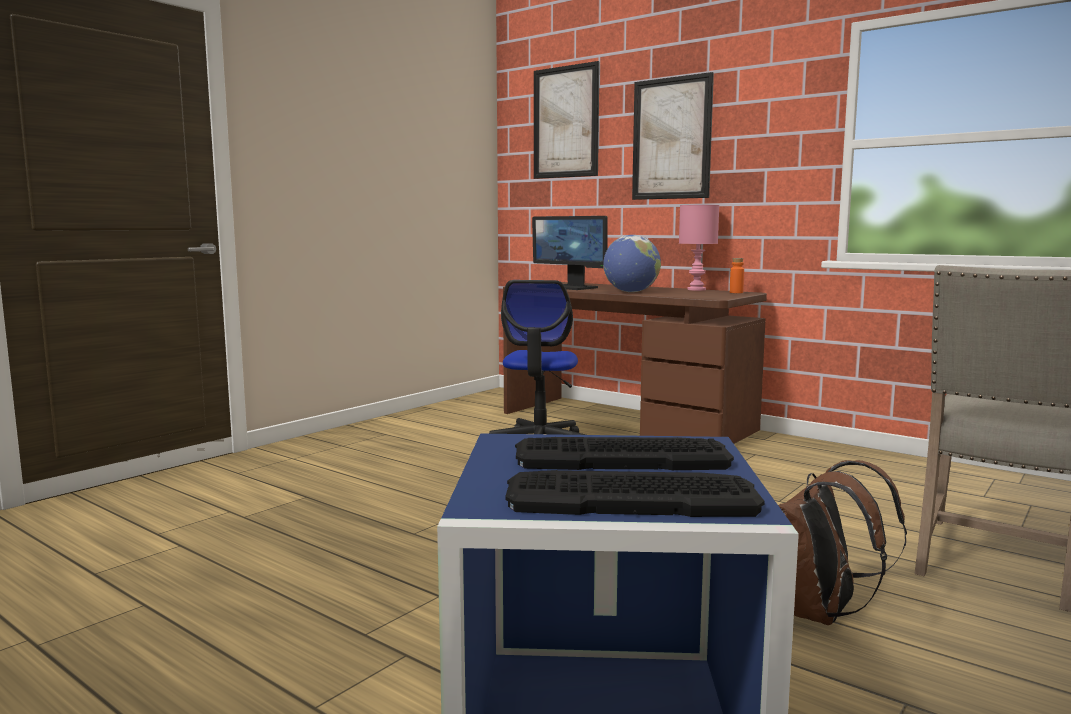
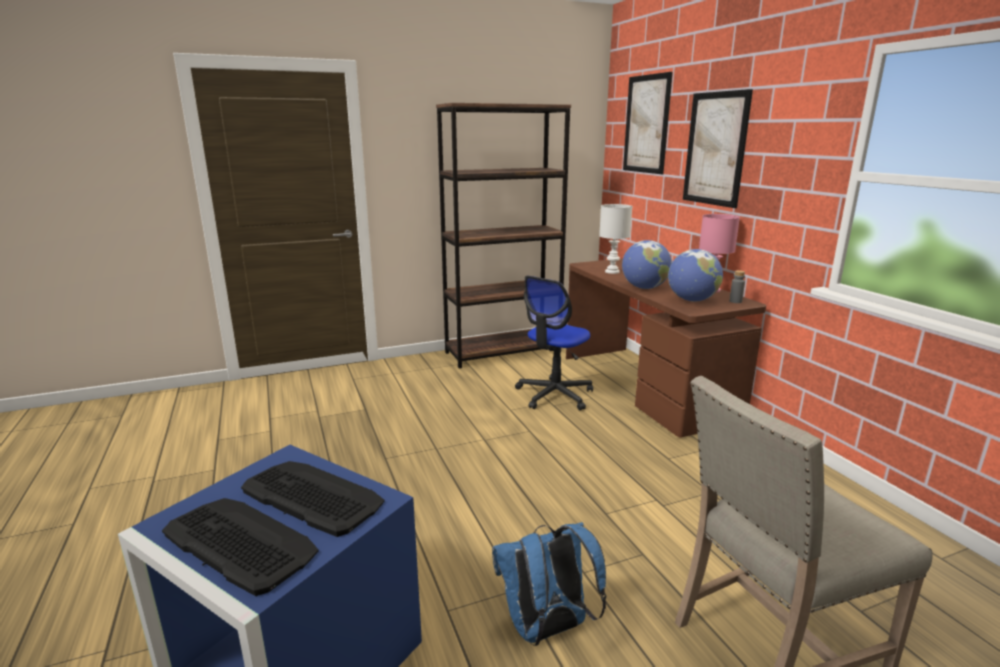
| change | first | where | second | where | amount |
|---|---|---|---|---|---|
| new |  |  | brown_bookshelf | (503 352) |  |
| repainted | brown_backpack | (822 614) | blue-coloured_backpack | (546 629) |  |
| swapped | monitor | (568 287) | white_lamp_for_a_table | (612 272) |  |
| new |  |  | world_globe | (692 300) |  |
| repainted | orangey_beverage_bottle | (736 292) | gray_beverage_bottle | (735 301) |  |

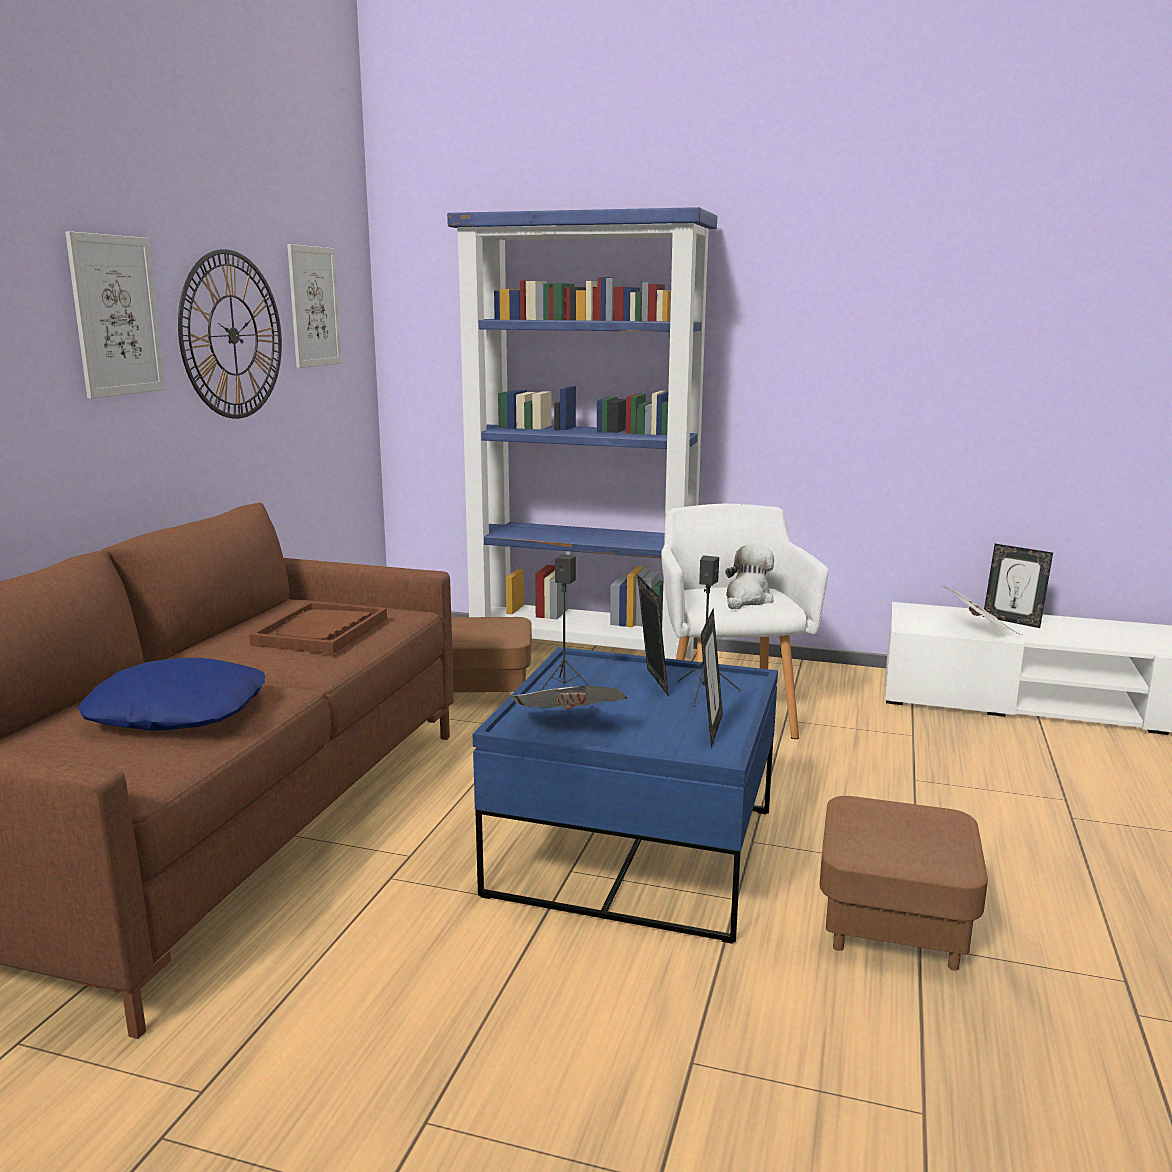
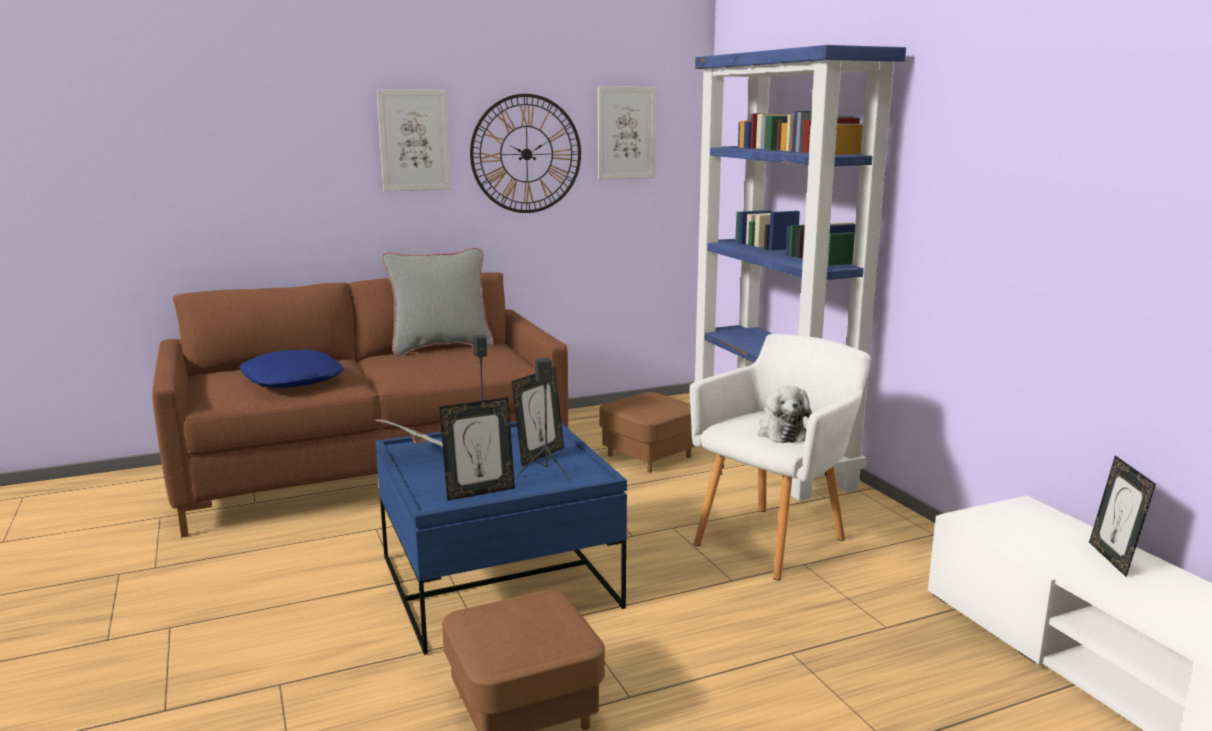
| change | first | where | second | where | amount |
|---|---|---|---|---|---|
| new |  |  | gray_pillow | (441 347) |  |
| rotated | soft_toy | (747 600) |  | (780 433) | 90 degrees clockwise |
| gone | brown_tray | (321 631) |  |  |  |
| gone | newspaper | (978 630) |  |  |  |

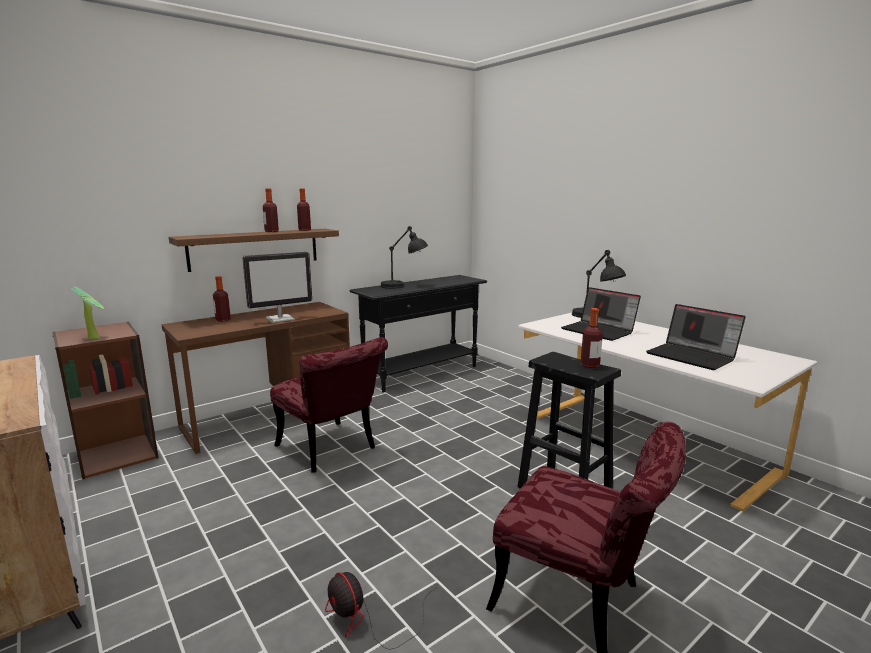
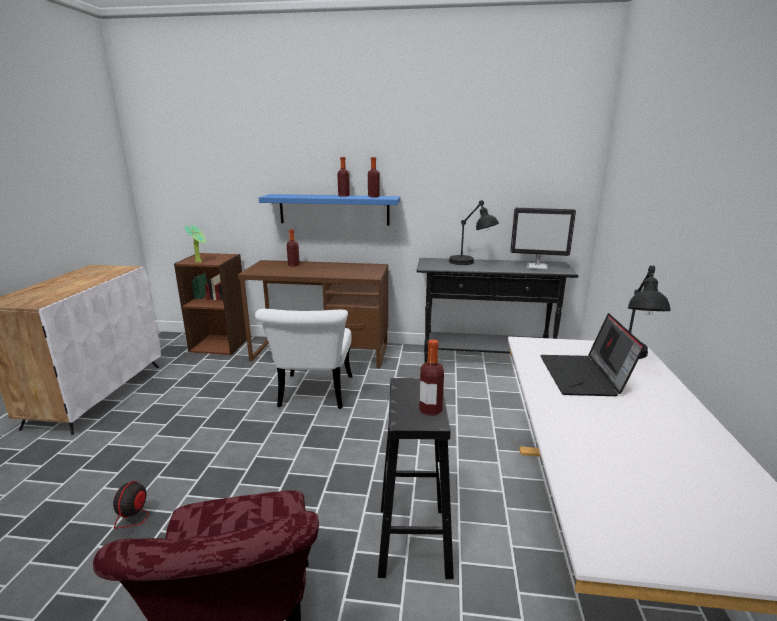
| change | first | where | second | where | amount |
|---|---|---|---|---|---|
| repainted | red_chair | (332 450) | white_chair | (314 396) |  |
| repainted | brown_shelf | (255 249) | blue-coloured_shelf | (334 209) |  |
| shifted | monitor | (281 319) |  | (537 267) |  |
| gone | laptop | (692 356) |  |  |  |

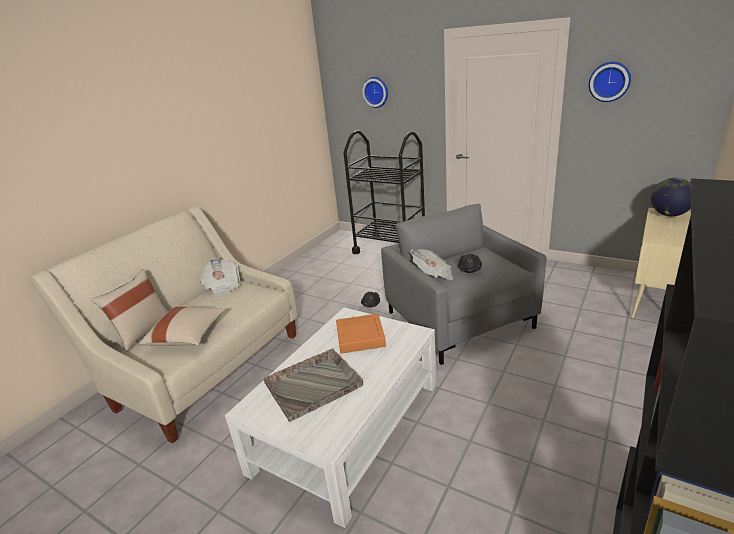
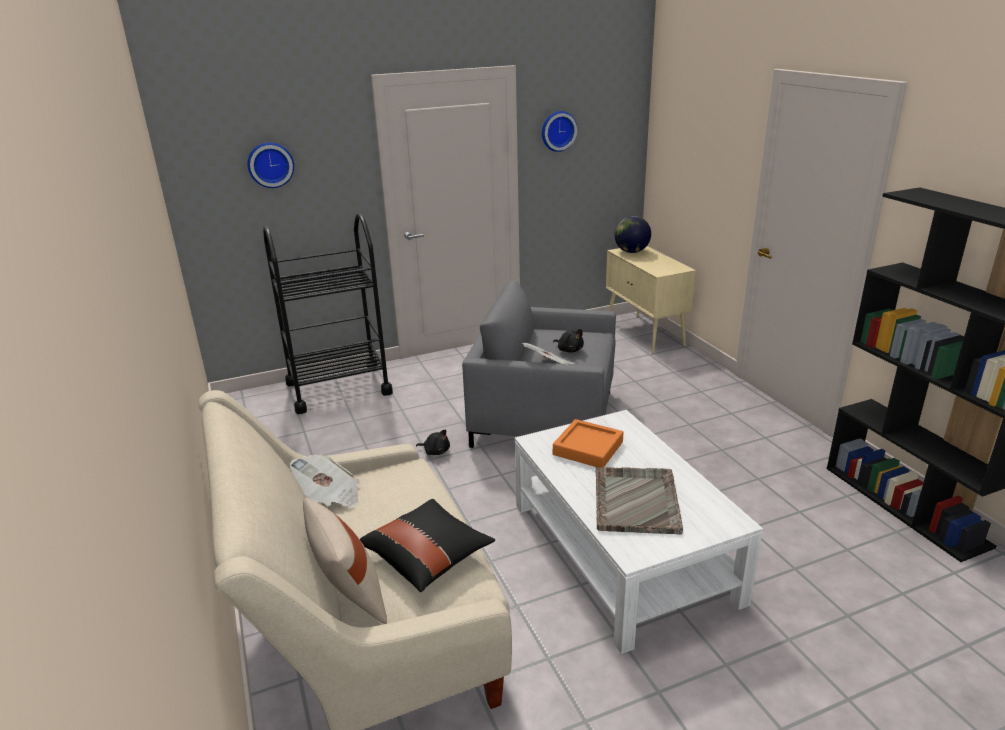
| change | first | where | second | where | amount |
|---|---|---|---|---|---|
| repainted | sand-coloured_pillow | (188 336) | blackish_pillow | (428 557) |  |

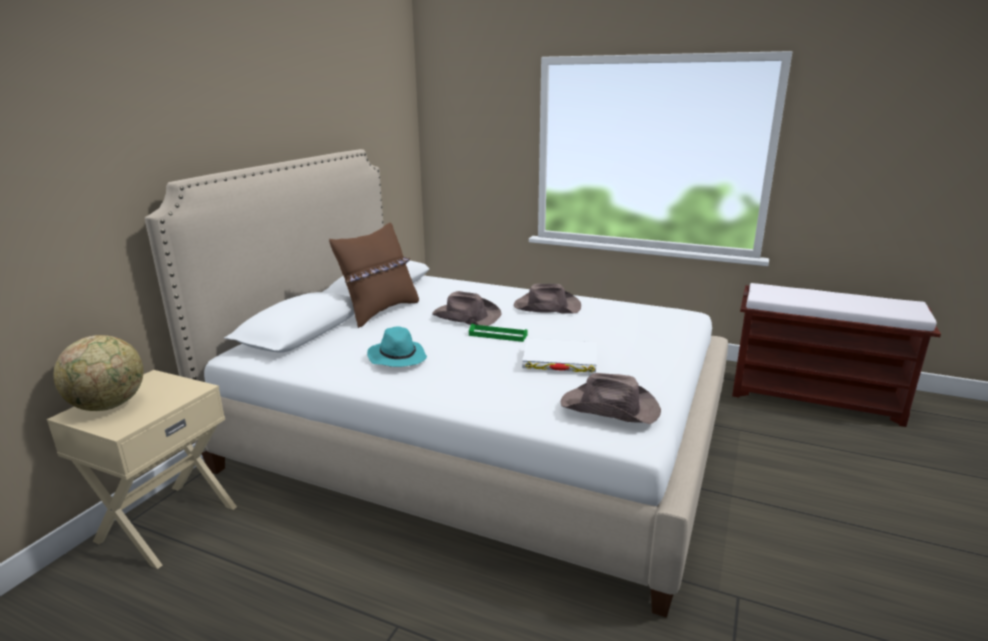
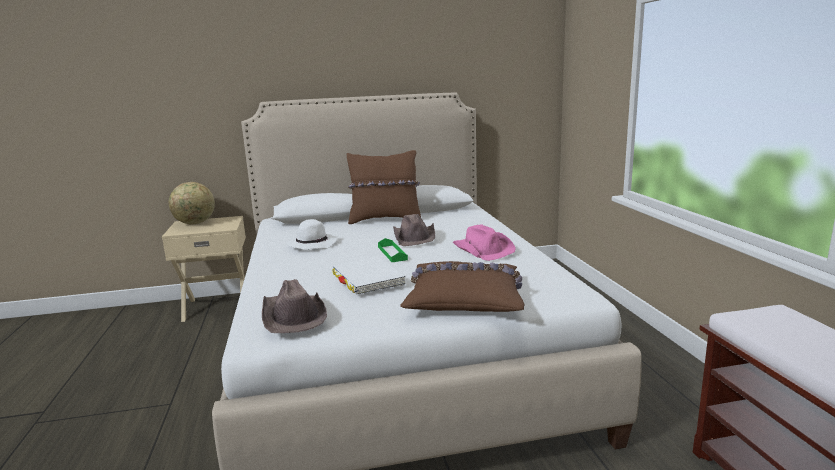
| change | first | where | second | where | amount |
|---|---|---|---|---|---|
| repainted | blue-green_clothing_hat | (397 358) | white_clothing_hat | (312 244) |  |
| new |  |  | brown_pillow | (465 298) |  |
| repainted | brown_clothing_hat | (546 307) | pink_clothing_hat | (483 249) |  |

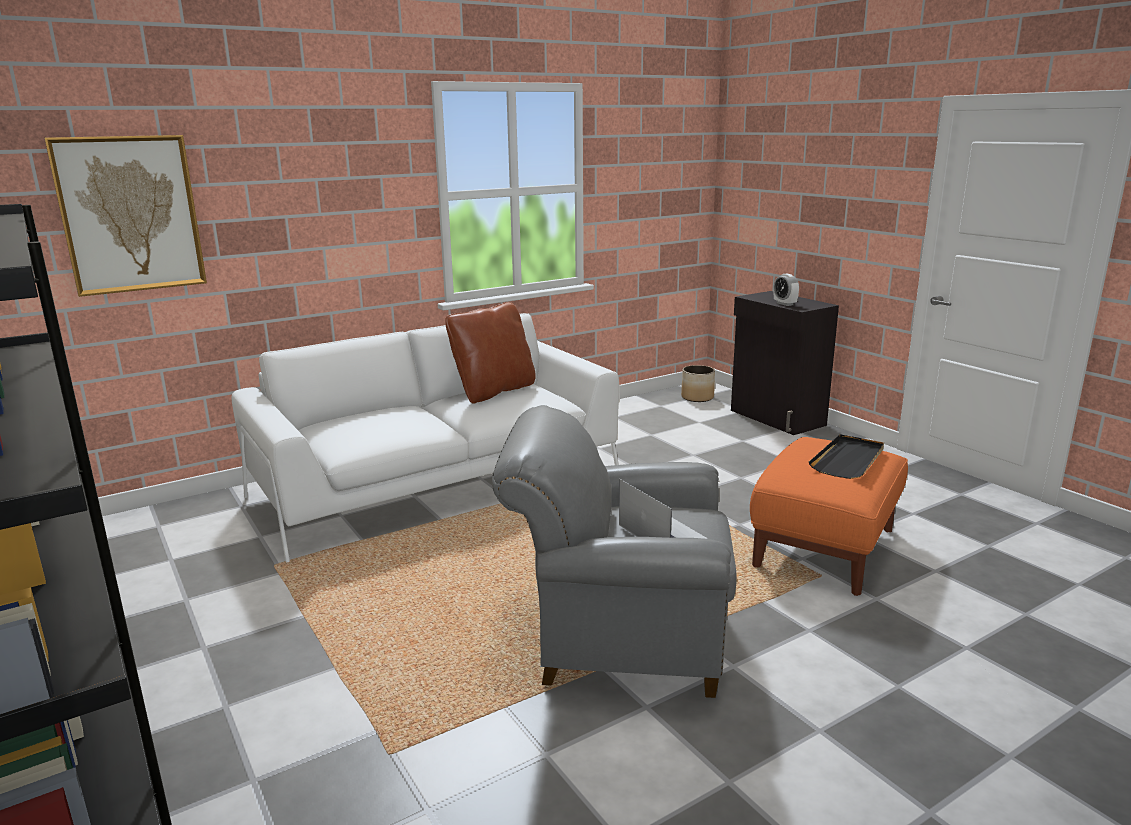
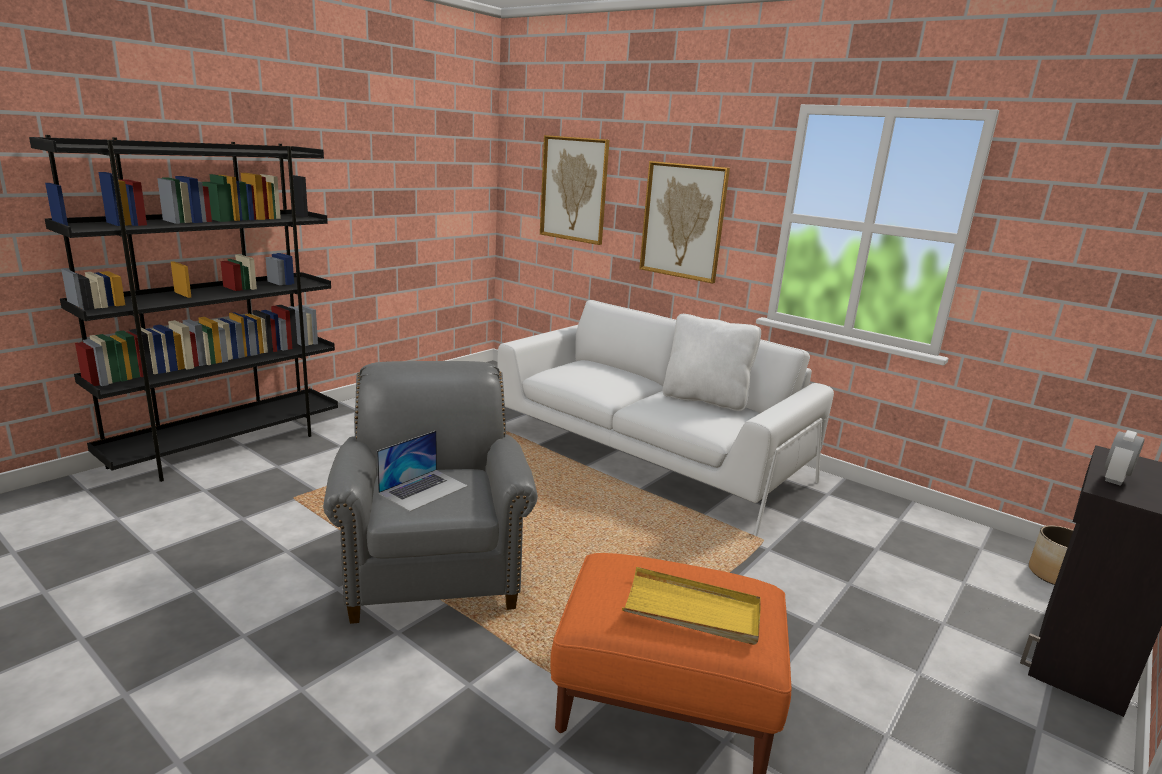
| change | first | where | second | where | amount |
|---|---|---|---|---|---|
| repainted | blackish_tray | (848 460) | yellow_tray | (692 610) |  |
| new |  |  | picture | (683 221) |  |
| repainted | brown_pillow | (494 391) | white_pillow | (705 399) |  |

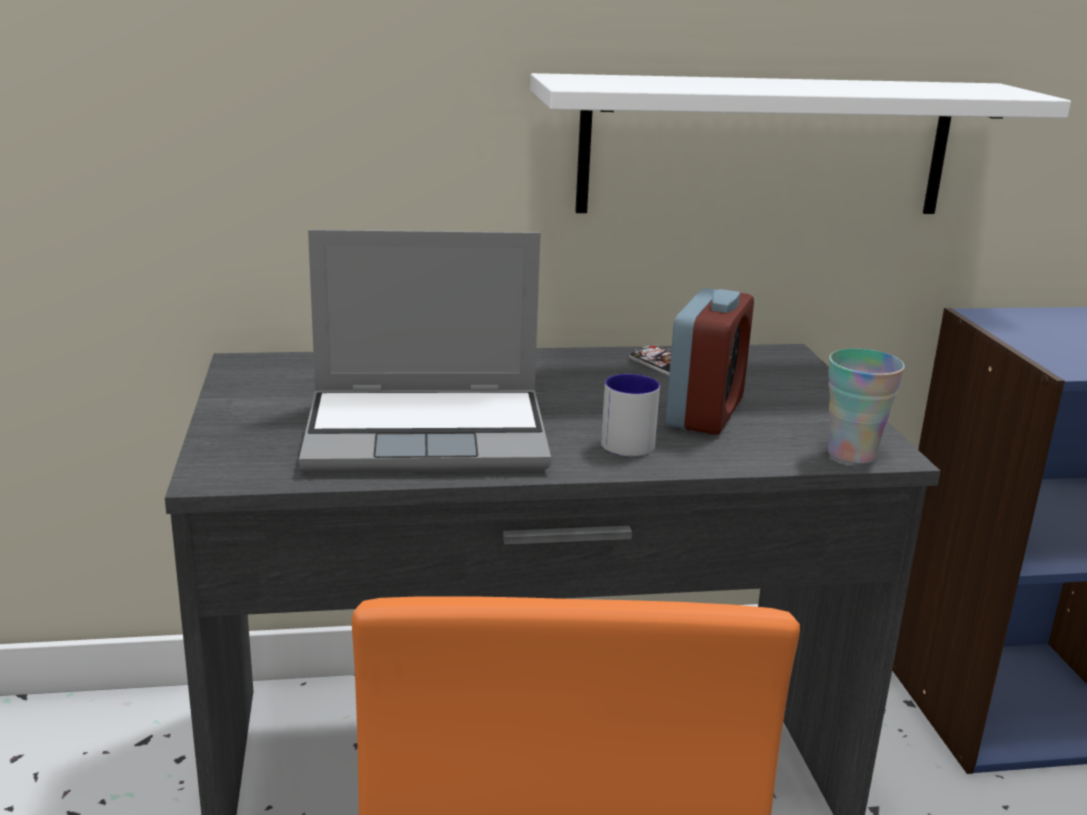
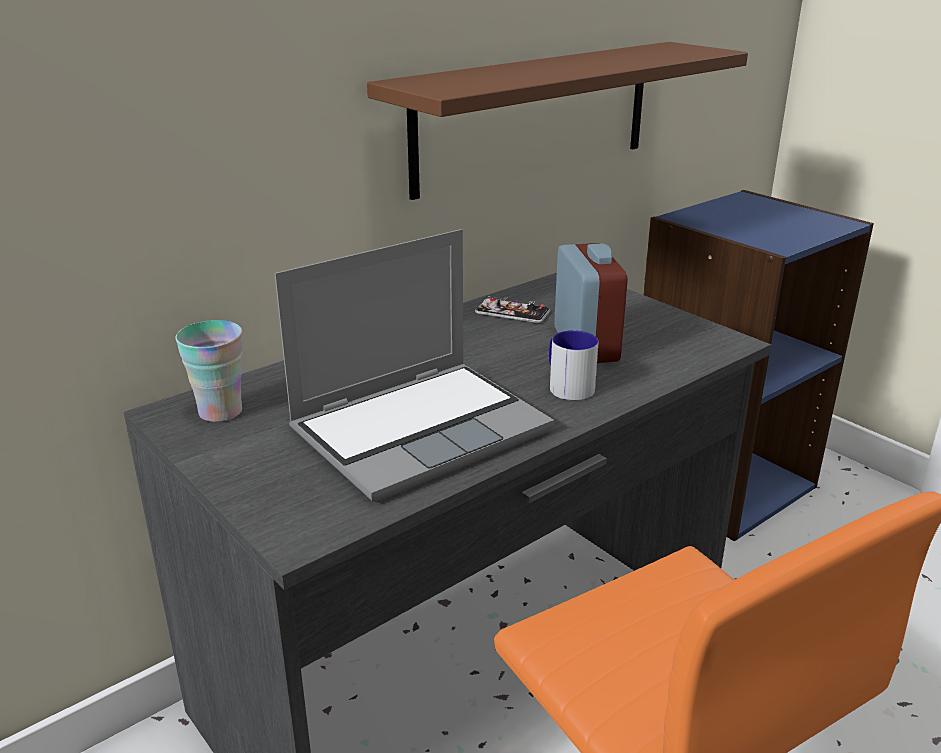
| change | first | where | second | where | amount |
|---|---|---|---|---|---|
| shifted | drinking_cup | (852 454) |  | (220 412) |  |
| repainted | white_shelf | (765 147) | brown_shelf | (535 116) |  |

